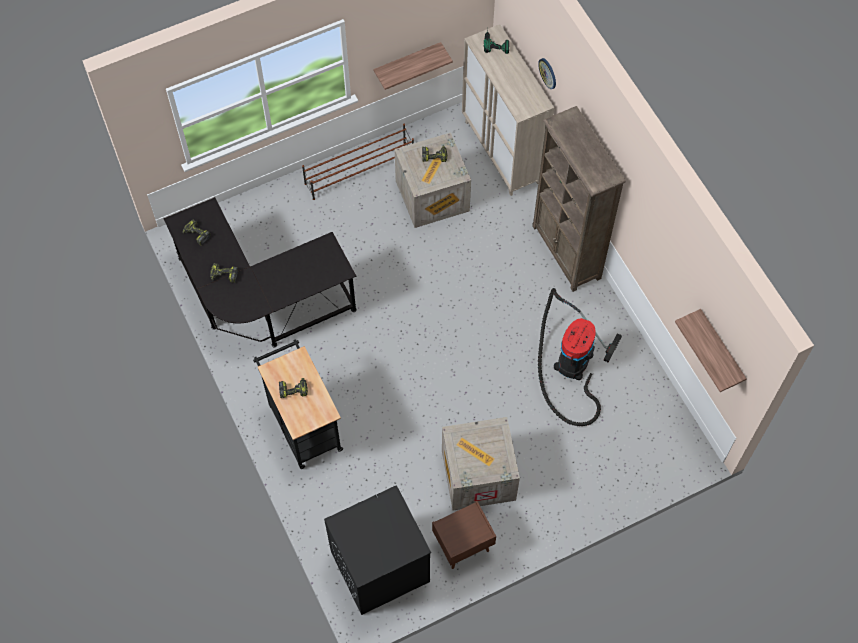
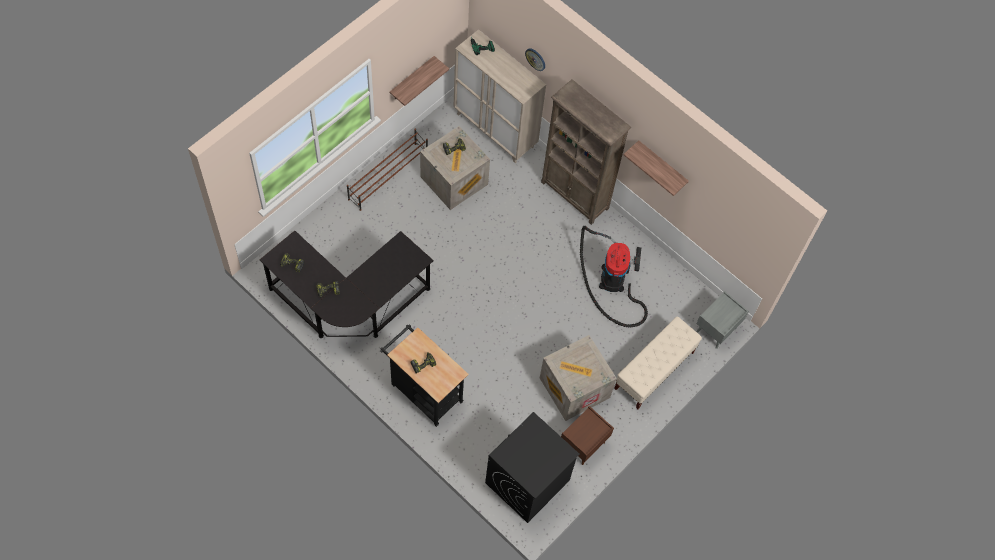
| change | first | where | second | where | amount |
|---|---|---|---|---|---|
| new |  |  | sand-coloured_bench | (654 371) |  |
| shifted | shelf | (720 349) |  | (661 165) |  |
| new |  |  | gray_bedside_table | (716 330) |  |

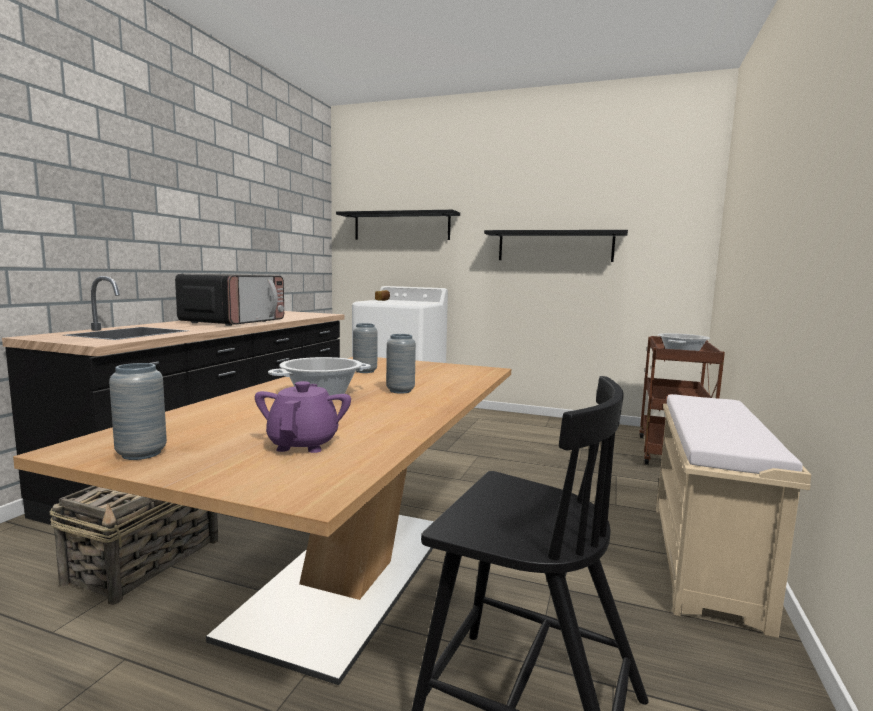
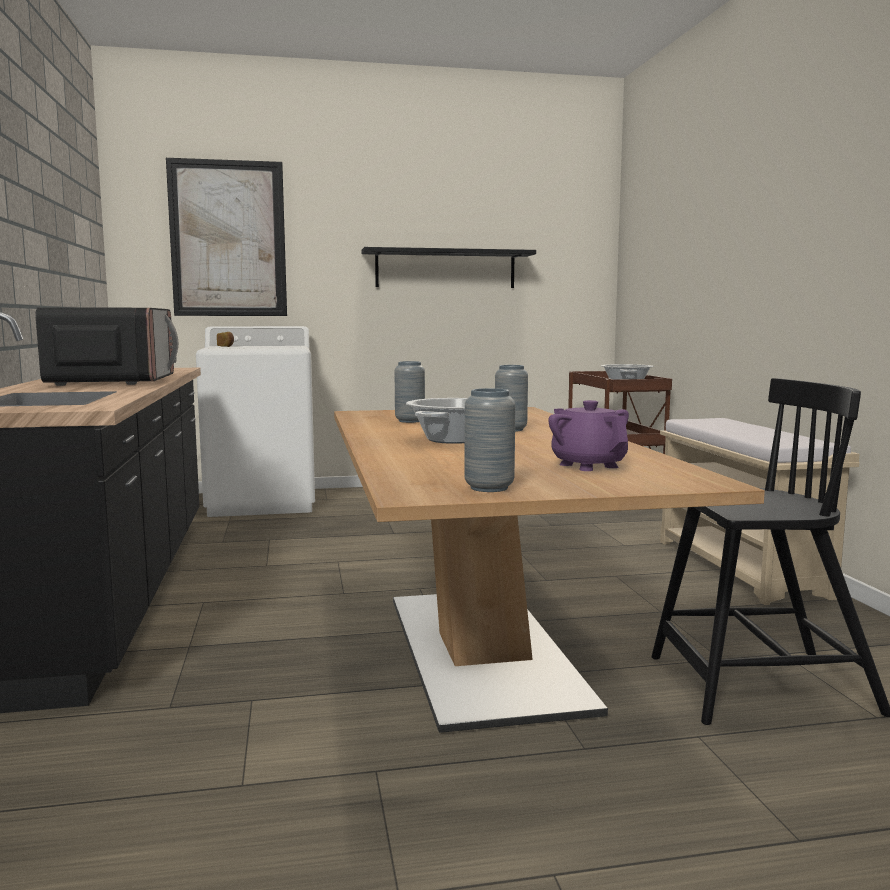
| change | first | where | second | where | amount |
|---|---|---|---|---|---|
| swapped | blackish_shelf | (401 226) | picture | (228 239) |  |
| gone | storage_basket | (147 560) |  |  |  |

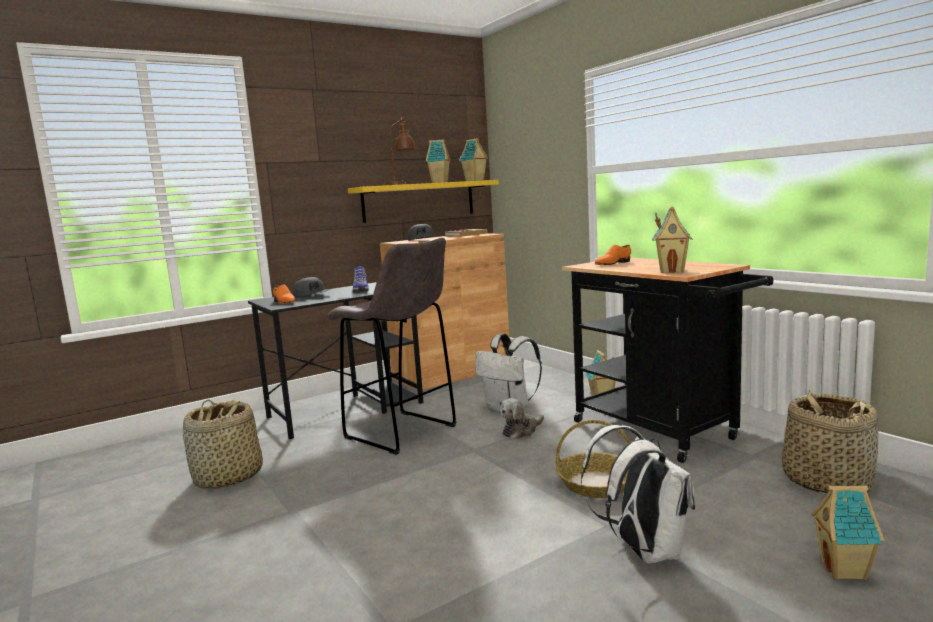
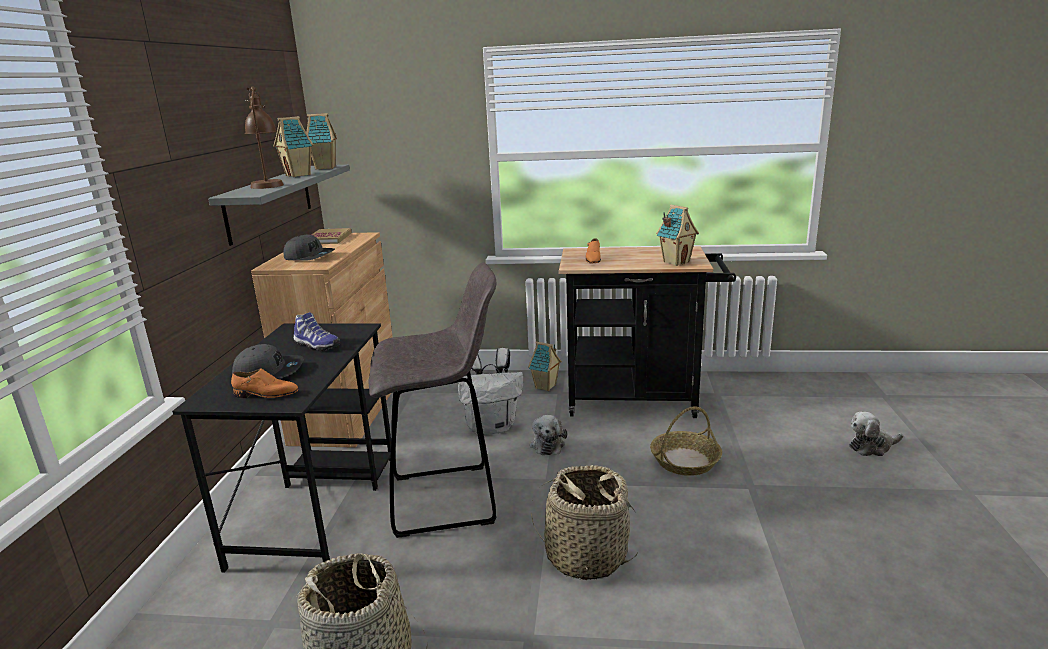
| change | first | where | second | where | amount |
|---|---|---|---|---|---|
| repainted | yellow_shelf | (419 201) | gray_shelf | (270 202) |  |
| shifted | storage_basket | (826 481) |  | (586 556) |  |
| swapped | model_house | (845 570) | soft_toy | (872 446) |  |
| gone | white_backpack | (643 550) |  |  |  |

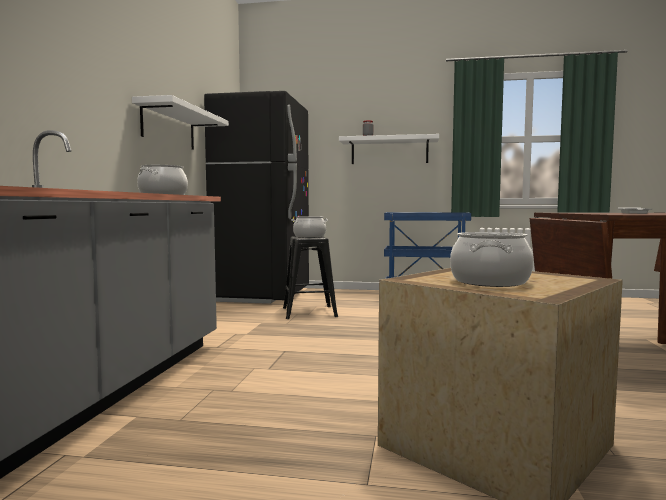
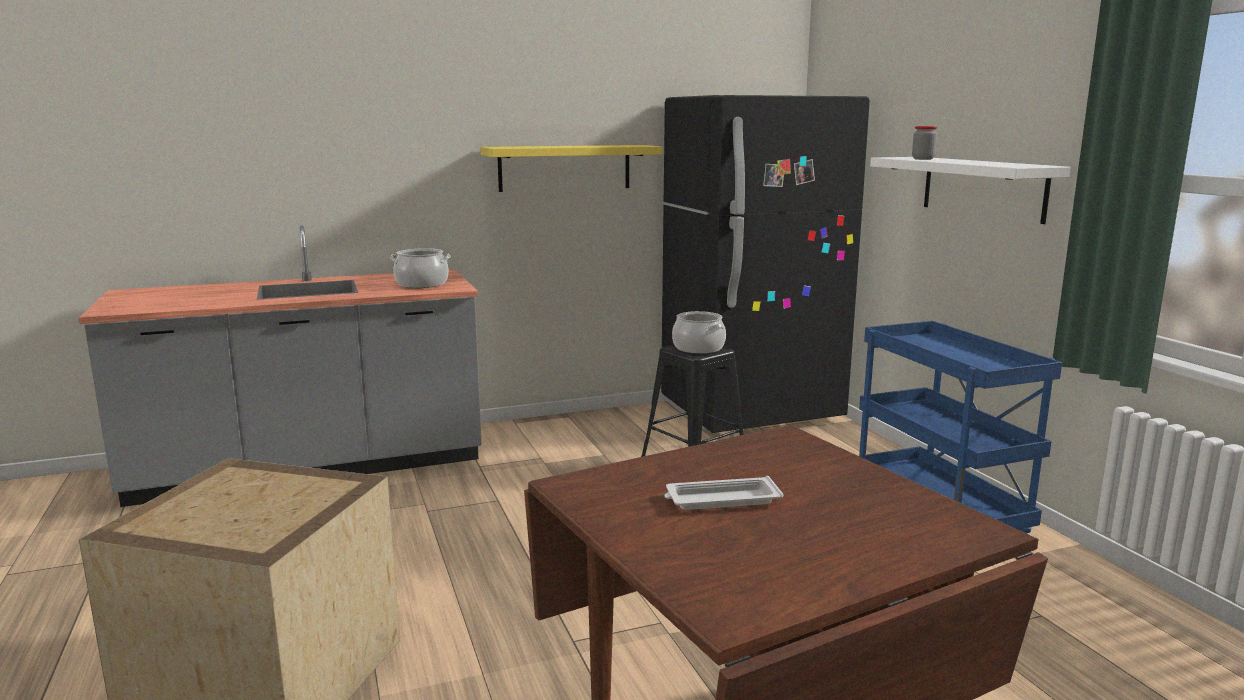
| change | first | where | second | where | amount |
|---|---|---|---|---|---|
| repainted | white_shelf | (169 127) | yellow_shelf | (565 167) |  |
| gone | stockpot | (489 282) |  |  |  |

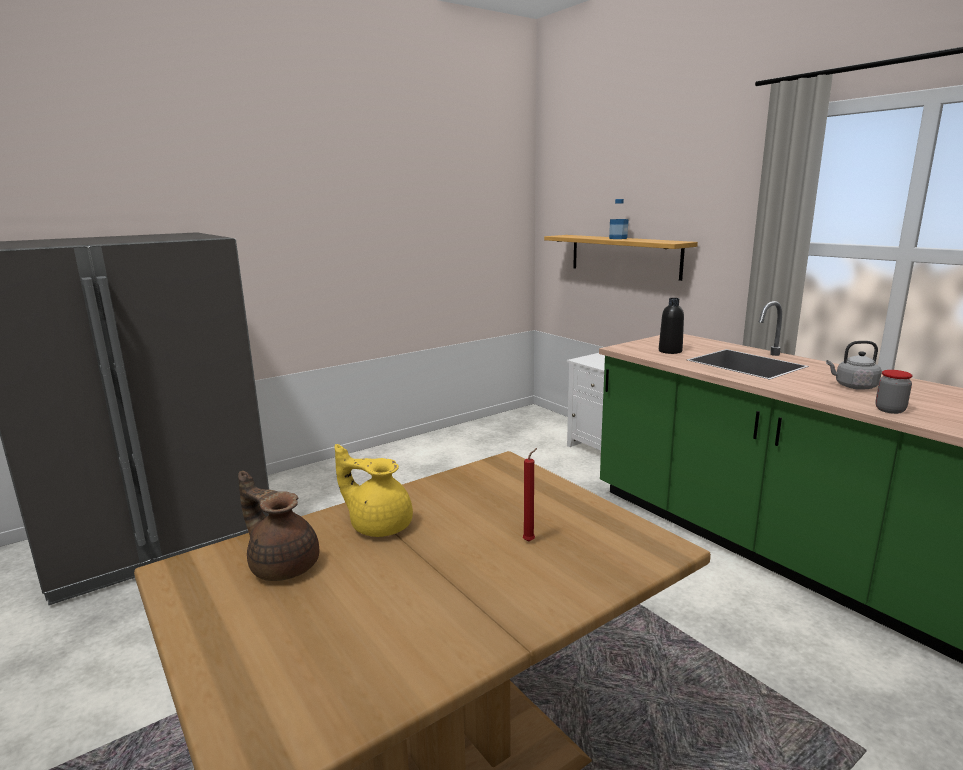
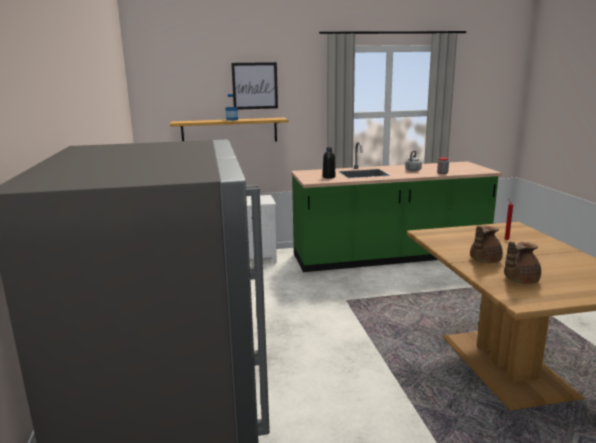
| change | first | where | second | where | amount |
|---|---|---|---|---|---|
| new |  |  | picture | (255 86) |  |
| repainted | yellow_tea_pot | (379 525) | brown_tea_pot | (483 260) |  |

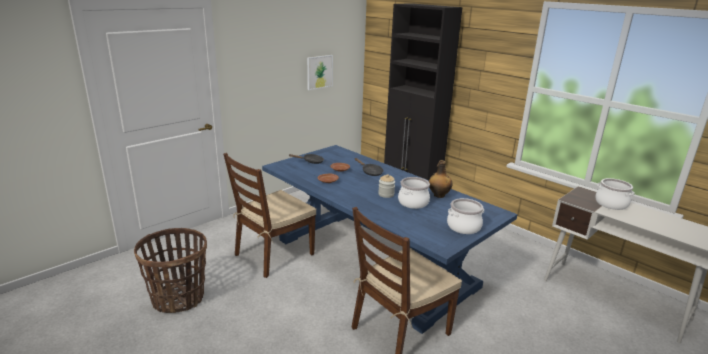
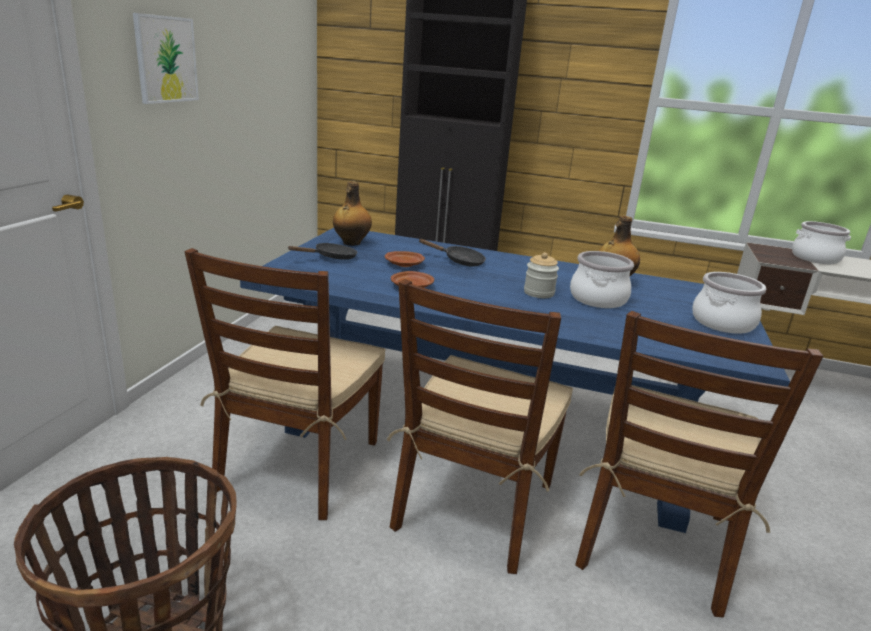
| change | first | where | second | where | amount |
|---|---|---|---|---|---|
| shifted | picture | (319 72) |  | (166 59) |  |
| new |  |  | beverage_bottle | (351 243) |  |
| new |  |  | brown_chair | (474 507) |  |

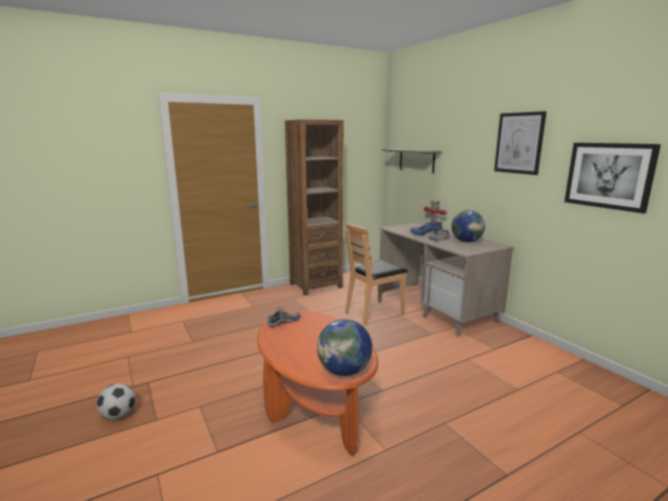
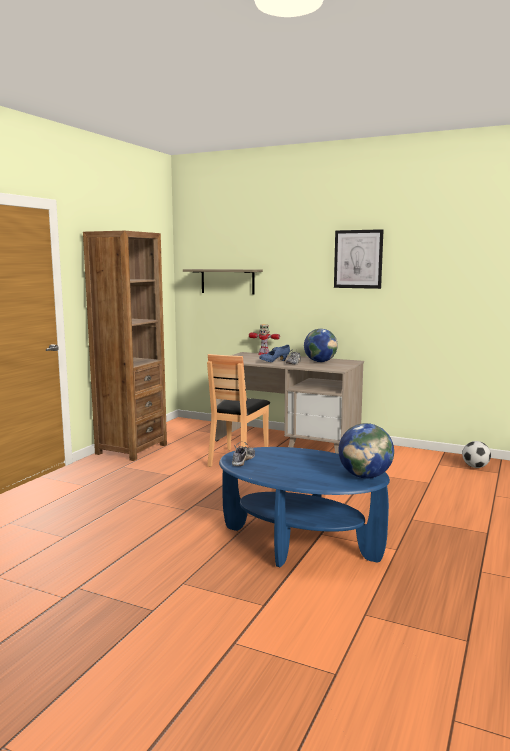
| change | first | where | second | where | amount |
|---|---|---|---|---|---|
| repainted | orangey_lounge_table | (315 407) | blue-coloured_lounge_table | (299 544) |  |
| shifted | football_ball | (118 416) |  | (475 467) |  |
| gone | picture | (609 175) |  |  |  |

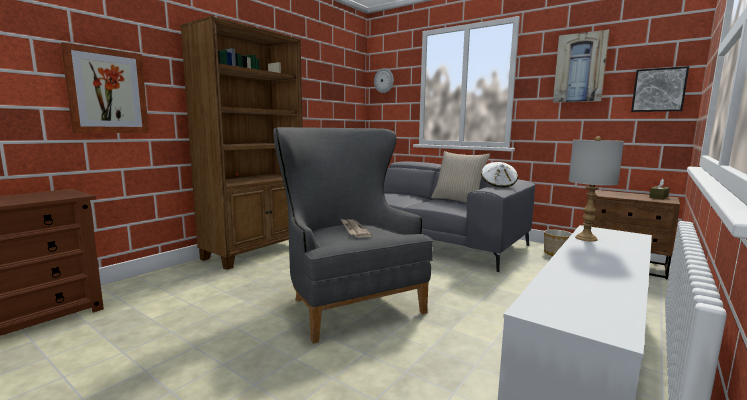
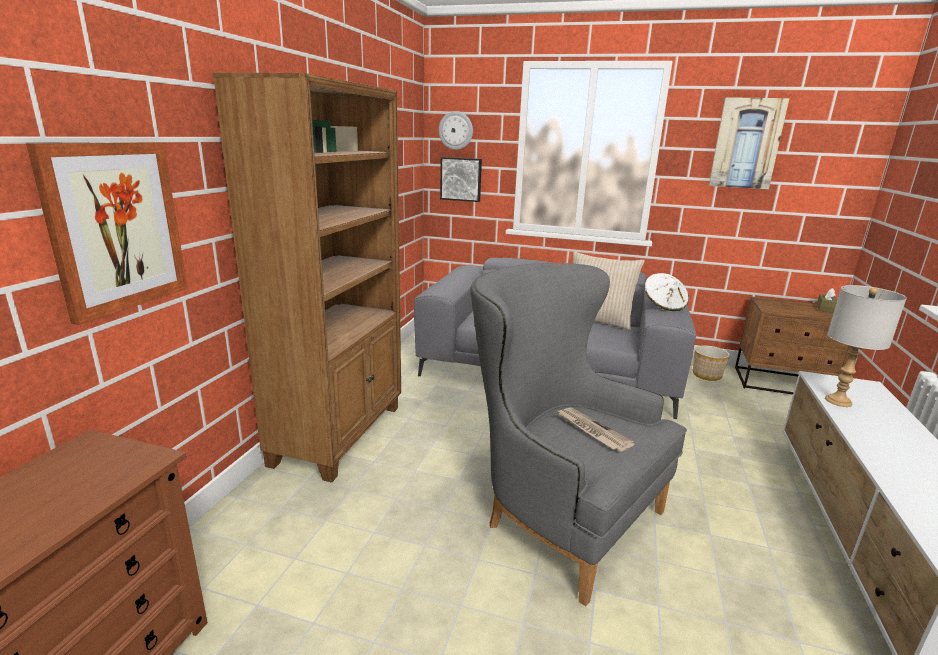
| change | first | where | second | where | amount |
|---|---|---|---|---|---|
| shifted | picture | (659 90) |  | (461 179) |  |

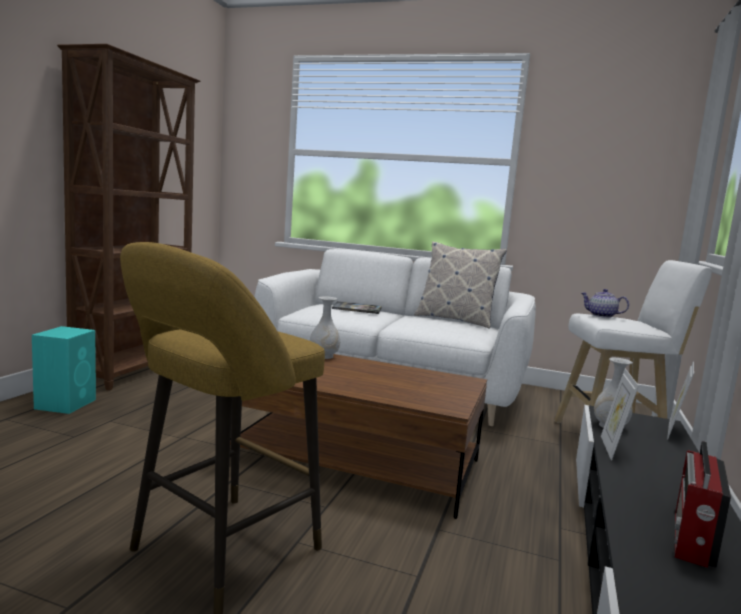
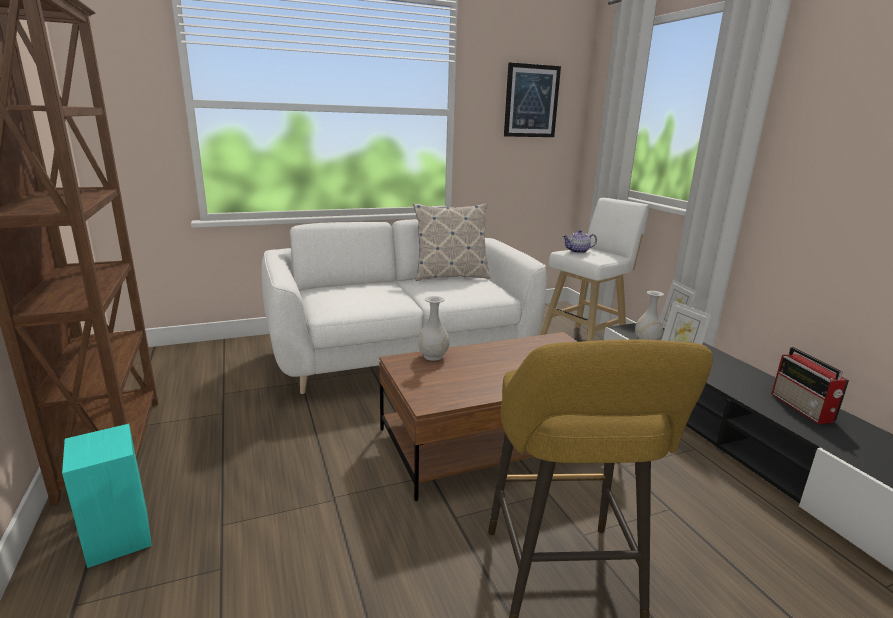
| change | first | where | second | where | amount |
|---|---|---|---|---|---|
| new |  |  | picture | (531 101) |  |
| gone | book | (357 308) |  |  |  |

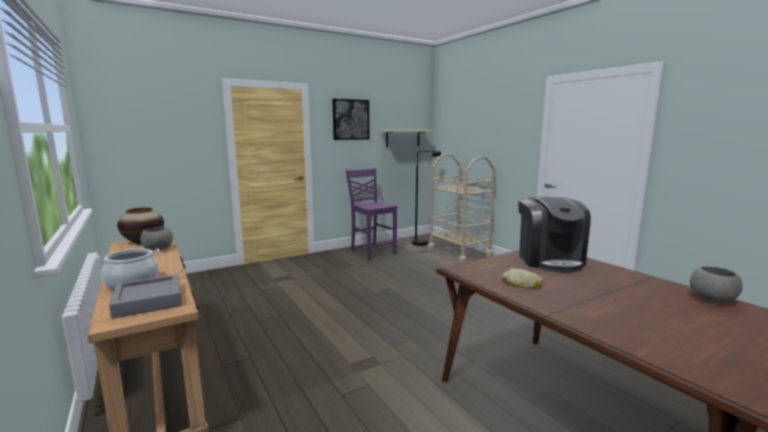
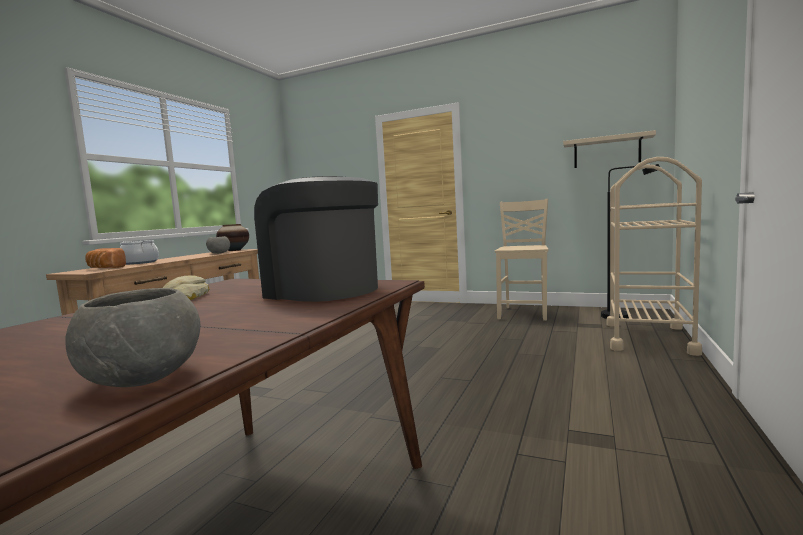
| change | first | where | second | where | amount |
|---|---|---|---|---|---|
| swapped | gray_tray | (148 301) | bakery_bread | (105 268) |  |
| rotated | coffee_brewer | (549 260) |  | (322 291) | 75 degrees clockwise |
| repainted | purplish_chair | (372 252) | sand-coloured_chair | (524 313) |  |
| gone | picture | (350 119) |  |  |  |

